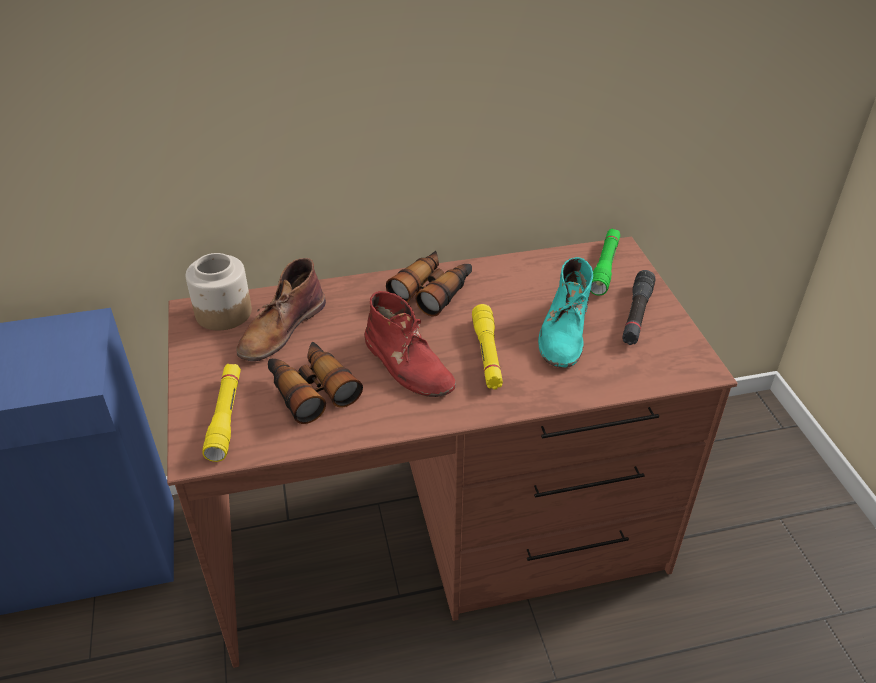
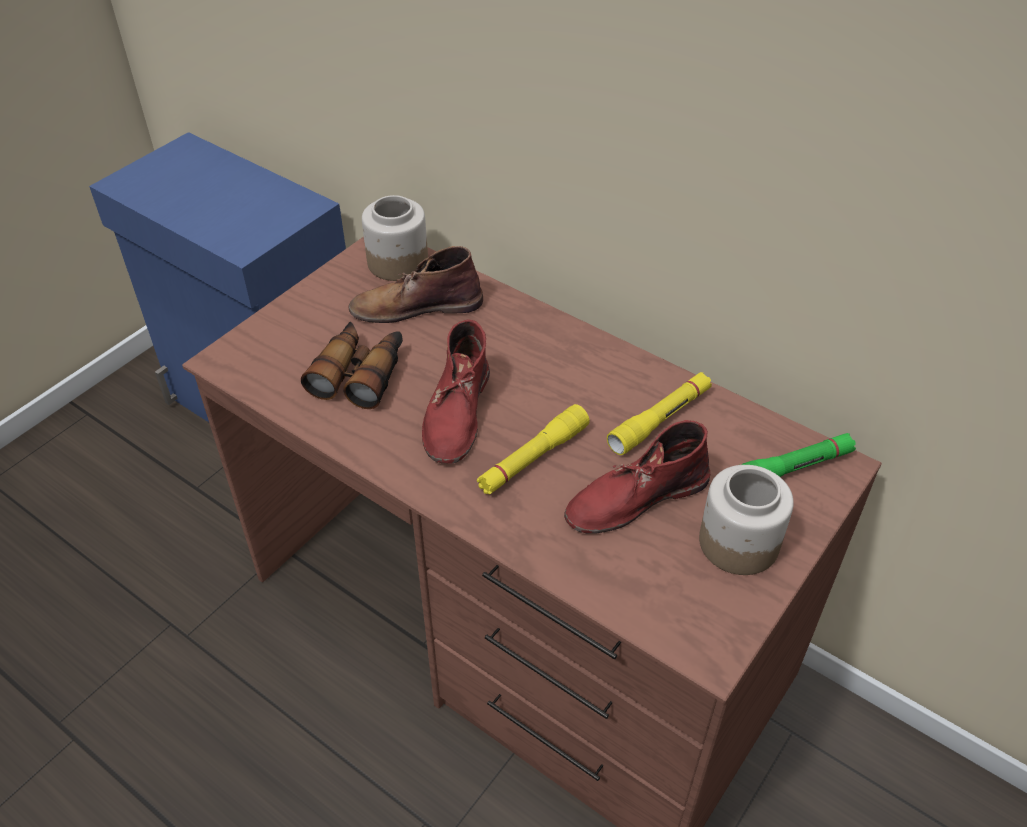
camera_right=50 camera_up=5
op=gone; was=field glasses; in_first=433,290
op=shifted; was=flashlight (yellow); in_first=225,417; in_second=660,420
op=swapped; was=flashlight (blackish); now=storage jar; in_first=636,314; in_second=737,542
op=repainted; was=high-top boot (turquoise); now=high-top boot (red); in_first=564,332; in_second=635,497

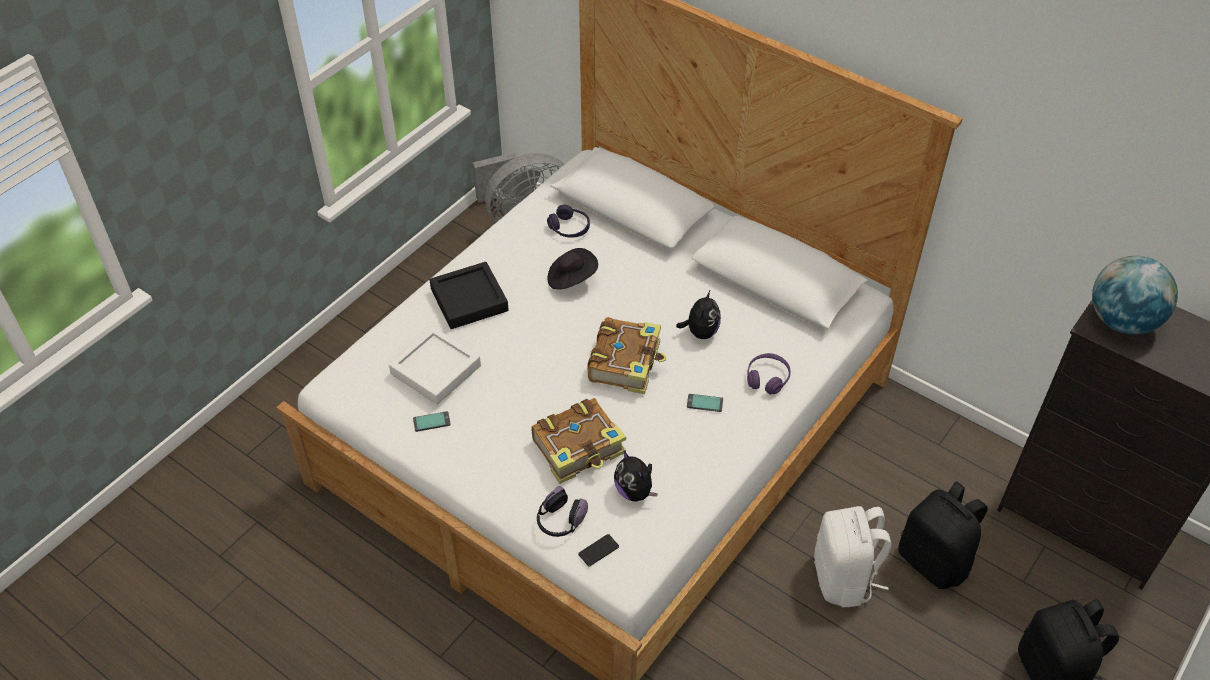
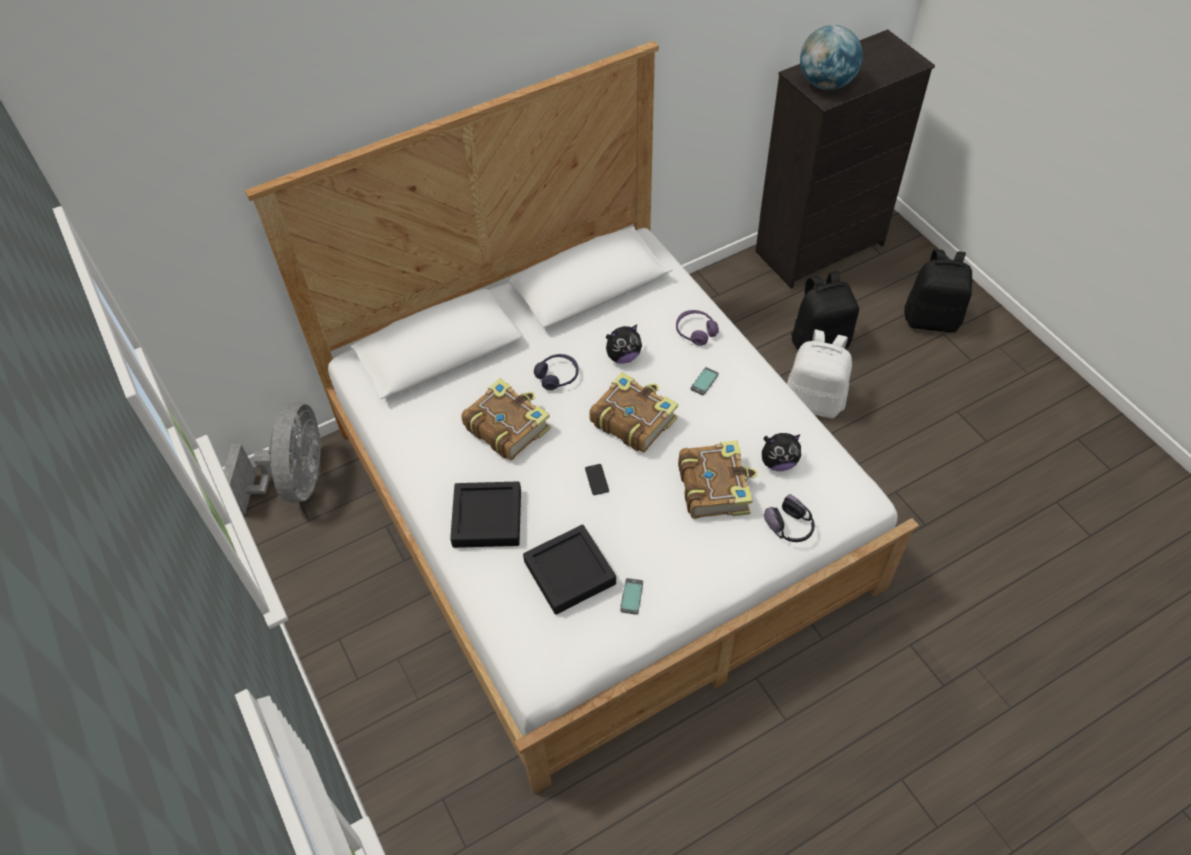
camera_right=-65 camera_up=5
op=shifted; was=headphones (purple); in_first=569,228; in_second=557,376
op=shifted; was=handset; in_first=598,550; in_second=596,479
op=swapped; was=hat (blackish); now=book; in_first=571,278; in_second=507,426
op=repainted; was=tray (whitish); now=tray (blackish); in_first=436,370; in_second=569,572
op=rotated; was=plush toy; in_first=700,332; in_second=623,356; clockwise=120

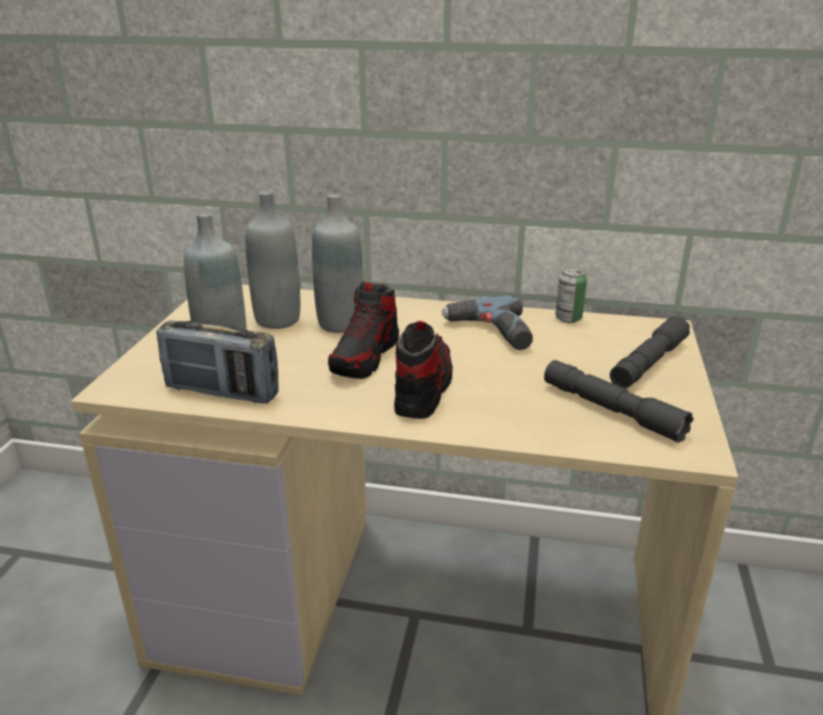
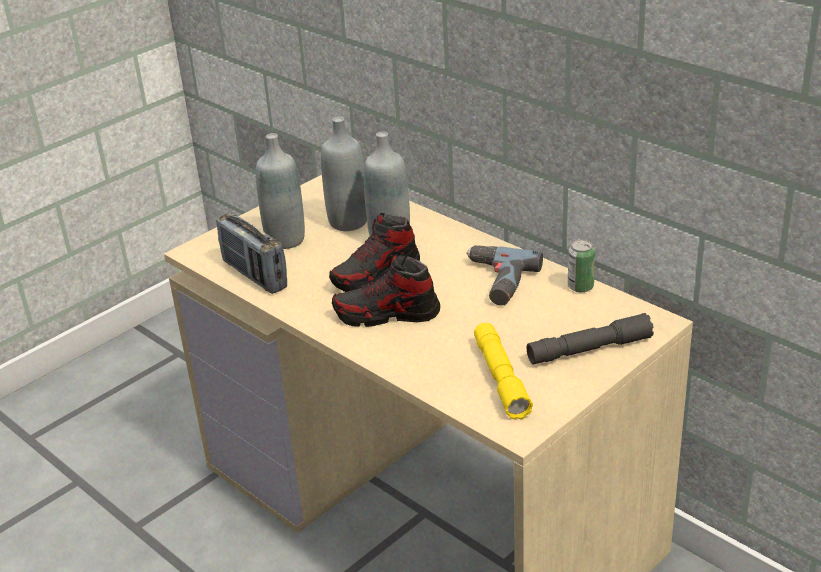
camera_right=35 camera_up=5
op=repainted; was=flashlight (grey); now=flashlight (yellow); in_first=611,410; in_second=501,378
op=rotated; was=low shoe; in_first=422,388; in_second=387,315; clockwise=-135

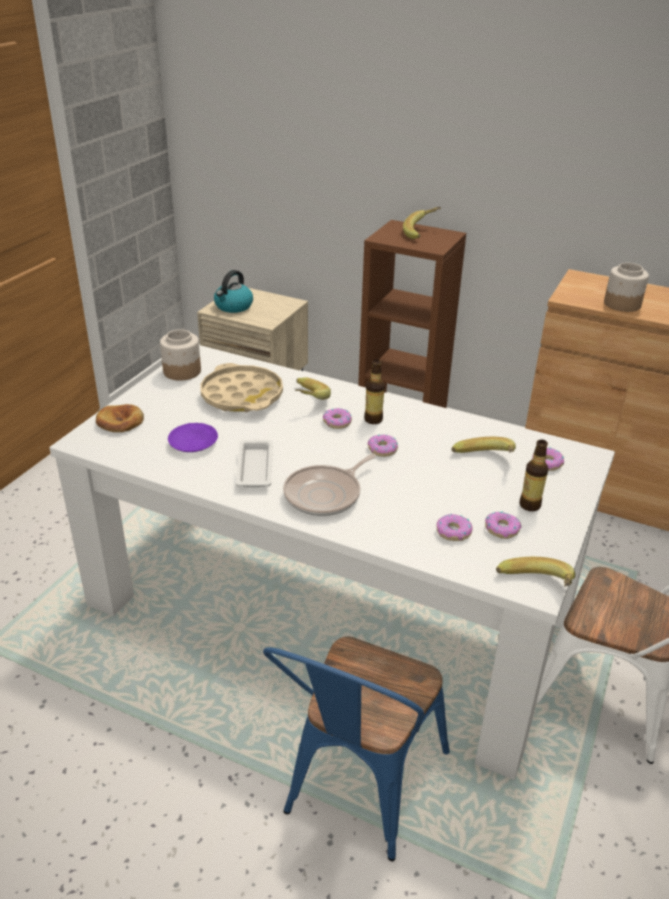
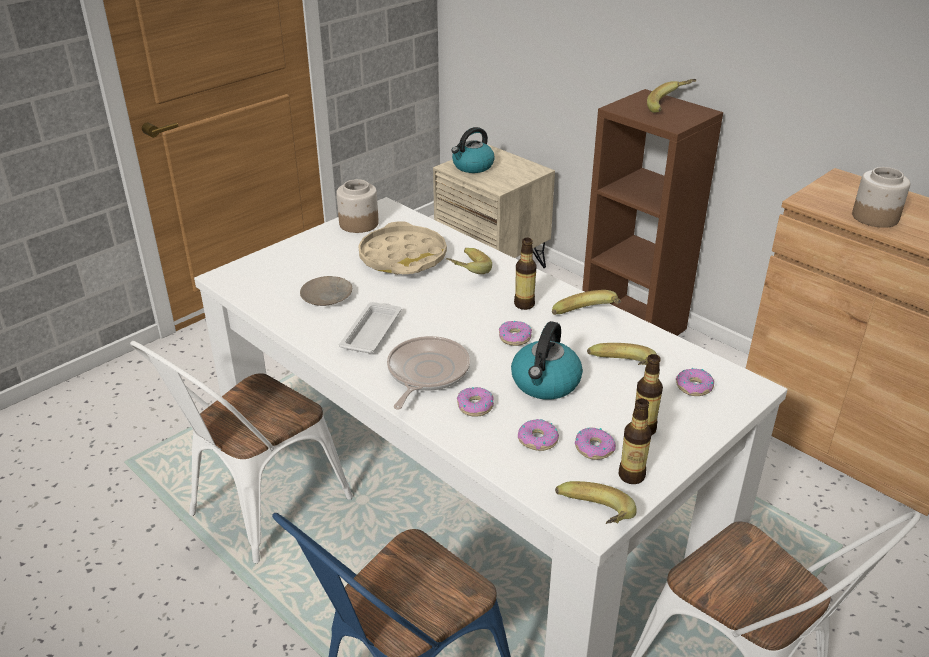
camera_right=20 camera_up=0
op=gone; was=baked bread; in_first=120,422
op=new; now=chair (whitish); in_second=258,512
op=new; now=water kettle; in_second=545,383
op=new; now=whole banana; in_second=588,318
op=new; now=beverage bottle; in_second=631,475
op=shifted; was=ring doughnut; in_first=337,422; in_second=475,406
op=repainted; was=plate (purple); now=plate (beige); in_first=194,443; in_second=327,297
op=rotated; was=skillet; in_first=325,494; in_second=426,373; clockwise=135

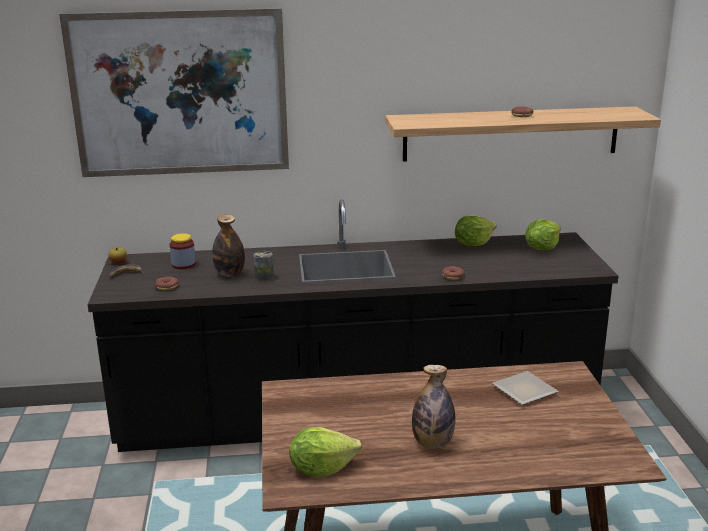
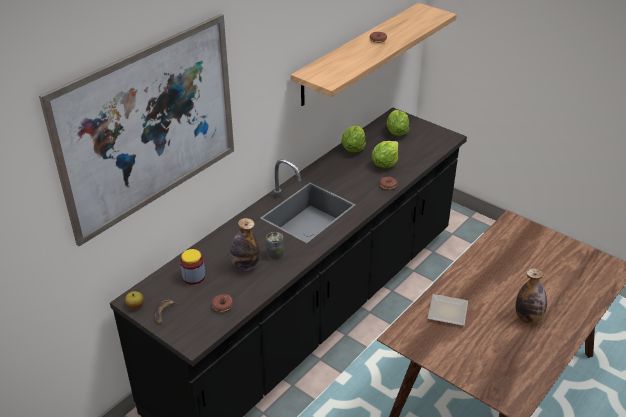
camera_right=-45 camera_up=15
op=shifted; was=lettuce head; in_first=321,468; in_second=385,163
op=shifted; was=plate; in_first=524,390; in_second=446,310

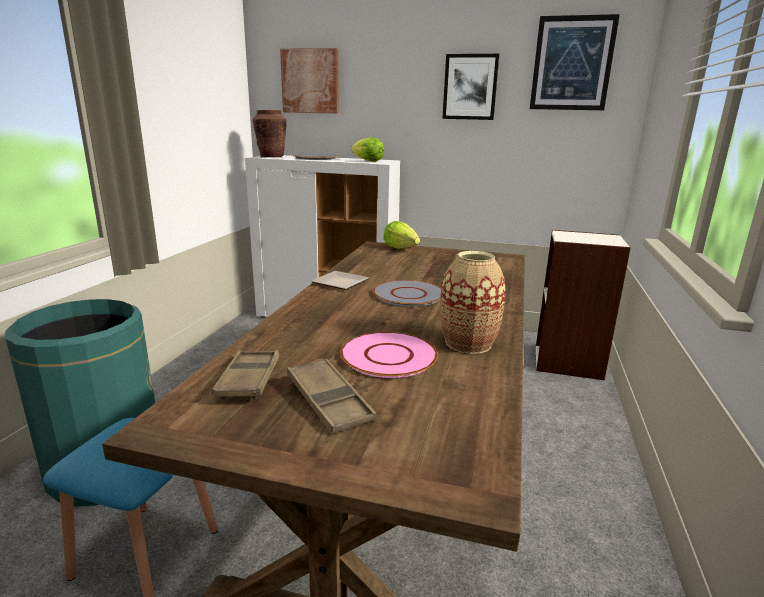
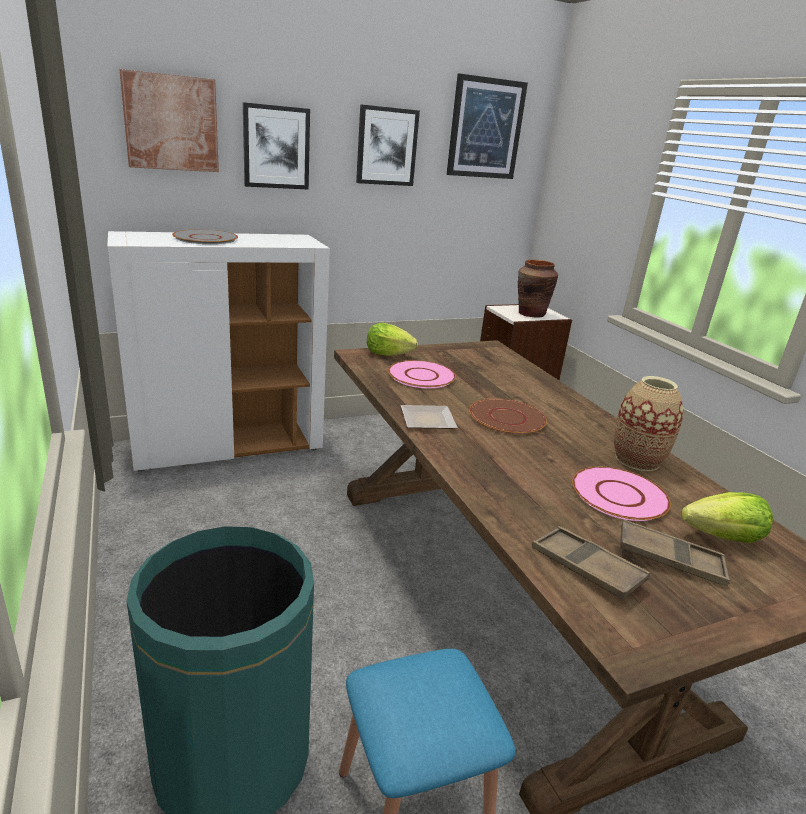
camera_right=-40 camera_up=5
op=new; now=wall picture; in_second=276,147
op=new; now=plate (pink-coloured); in_second=421,375
op=shifted; was=vase (brownish); in_first=271,157; in_second=531,314
op=shifted; was=lettuce head; in_first=368,161; in_second=723,538
op=repainted; was=plate (grey); now=plate (brownish); in_first=409,294; in_second=507,418

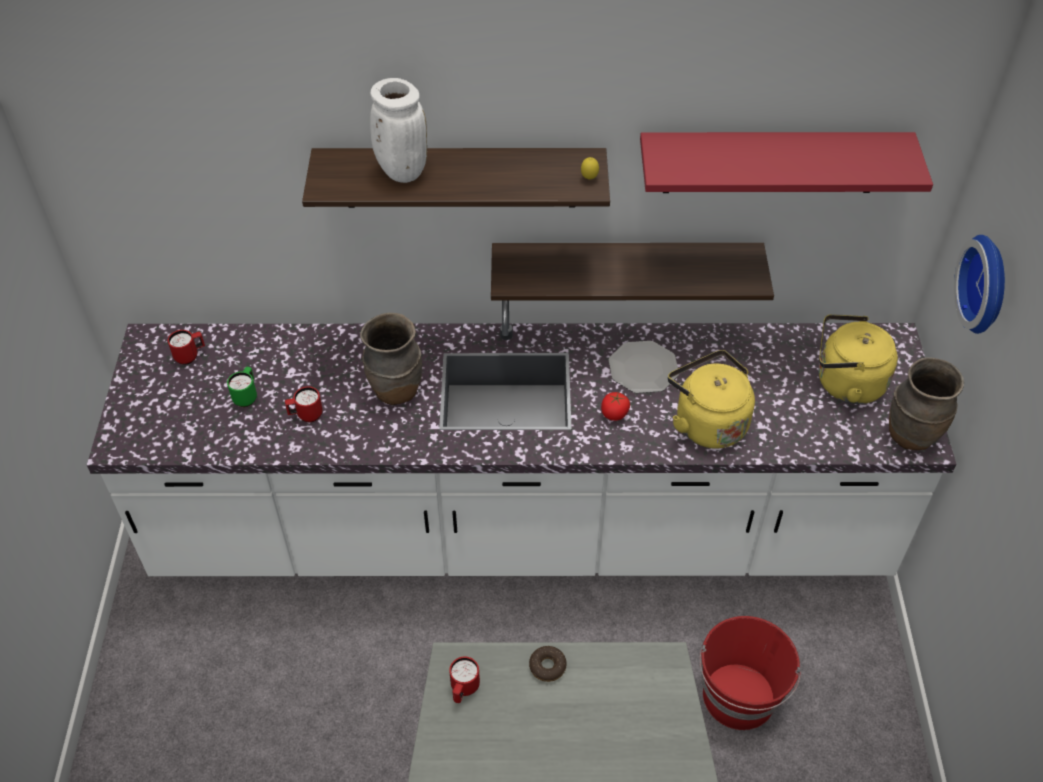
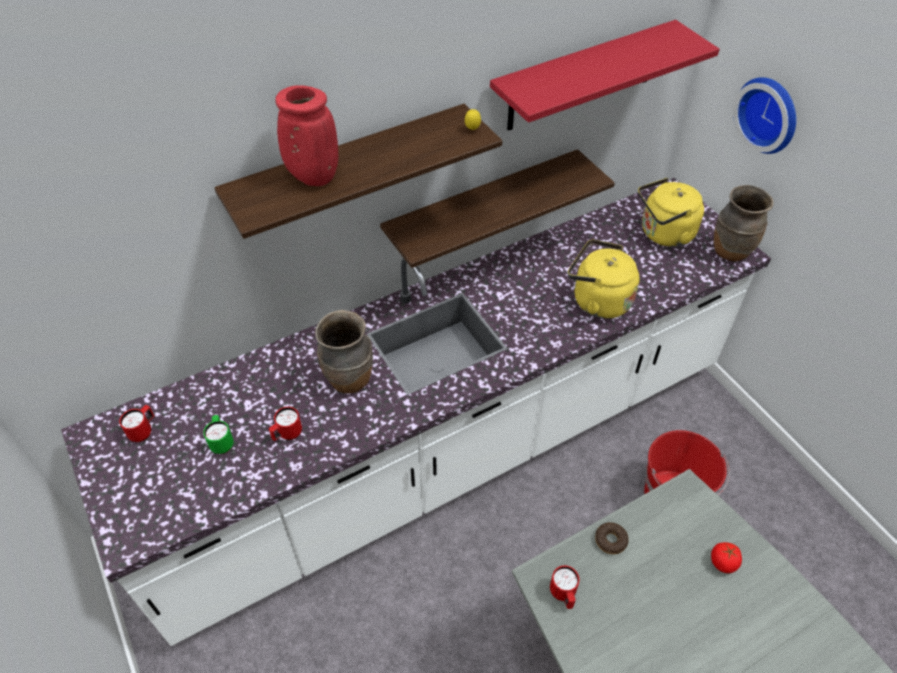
camera_right=-30 camera_up=0
op=gone; was=plate; in_first=643,368
op=shifted; was=fresh tomato; in_first=614,414; in_second=723,562
op=repainted; was=vase (whitish); now=vase (red); in_first=400,171; in_second=312,177

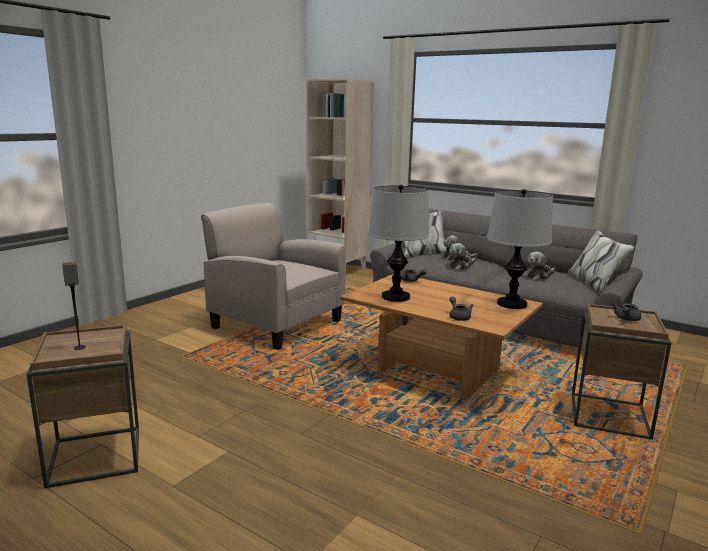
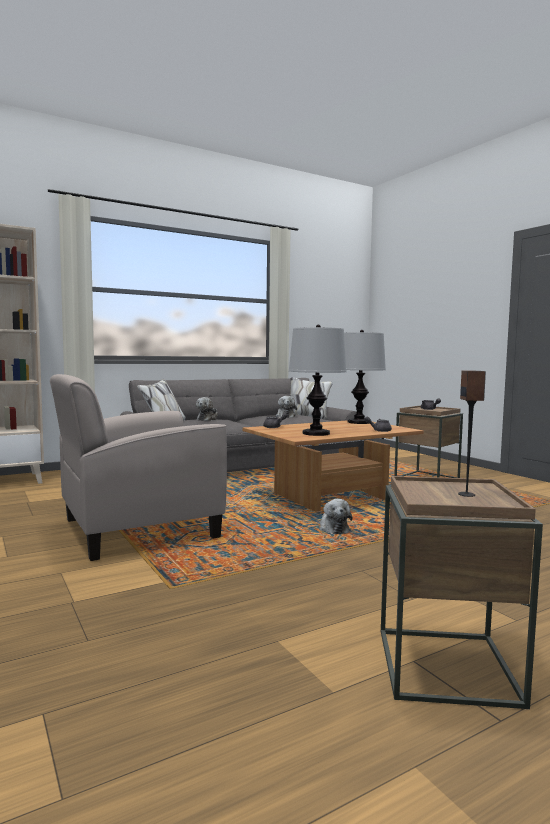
camera_right=-65 camera_up=-10
op=shifted; was=plush toy; in_first=461,266; in_second=333,529

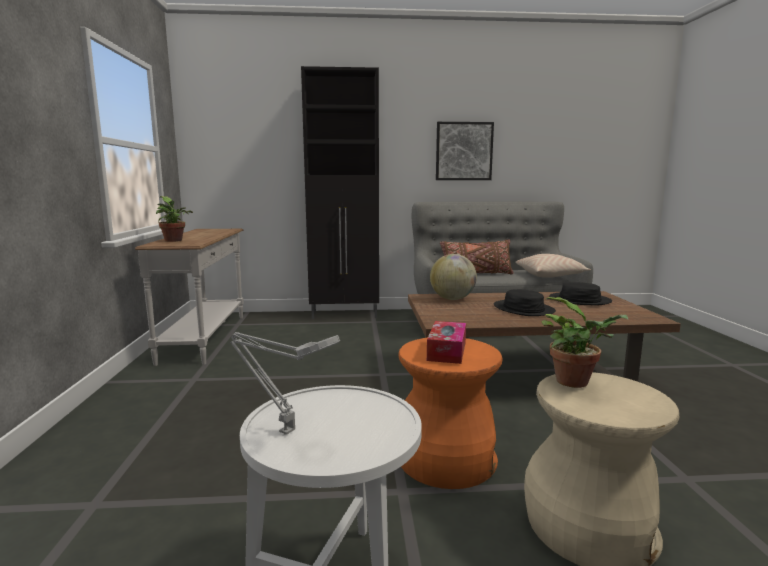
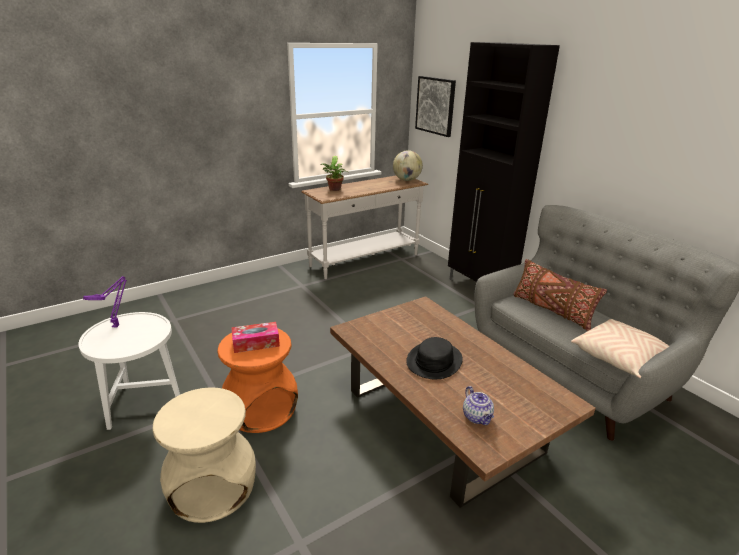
camera_right=60 camera_up=15
op=gone; was=houseplant; in_first=576,382
op=gone; was=hat (blackish); in_first=579,300
op=new; now=teapot; in_second=477,417
op=shifted; was=desk globe; in_first=452,299; in_second=407,180
op=shifted; was=wall picture; in_first=464,151; in_second=435,105
op=repainted; was=lamp for a table (grey); now=lamp for a table (purple); in_first=284,431; in_second=116,325

